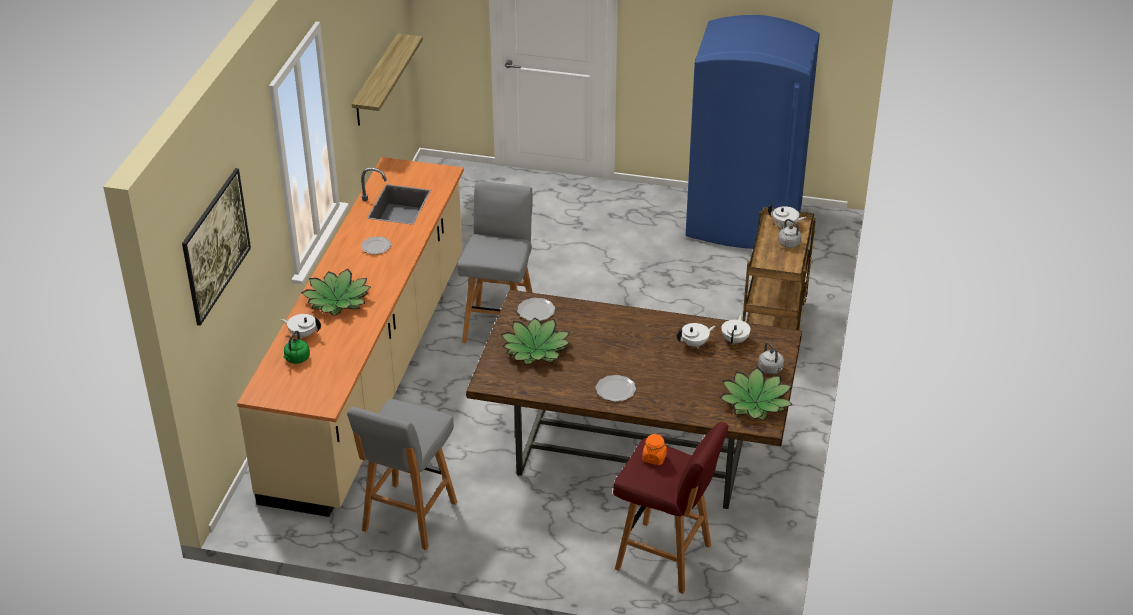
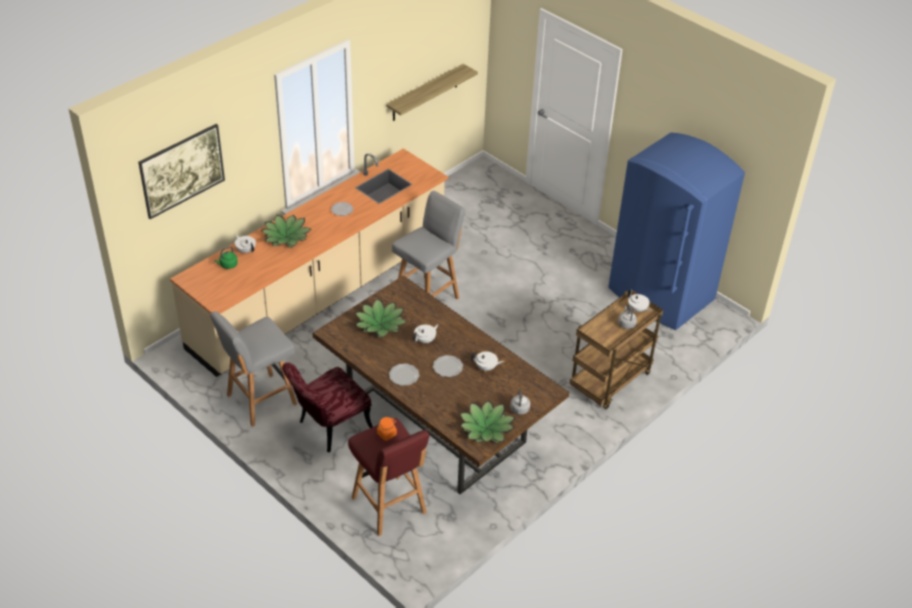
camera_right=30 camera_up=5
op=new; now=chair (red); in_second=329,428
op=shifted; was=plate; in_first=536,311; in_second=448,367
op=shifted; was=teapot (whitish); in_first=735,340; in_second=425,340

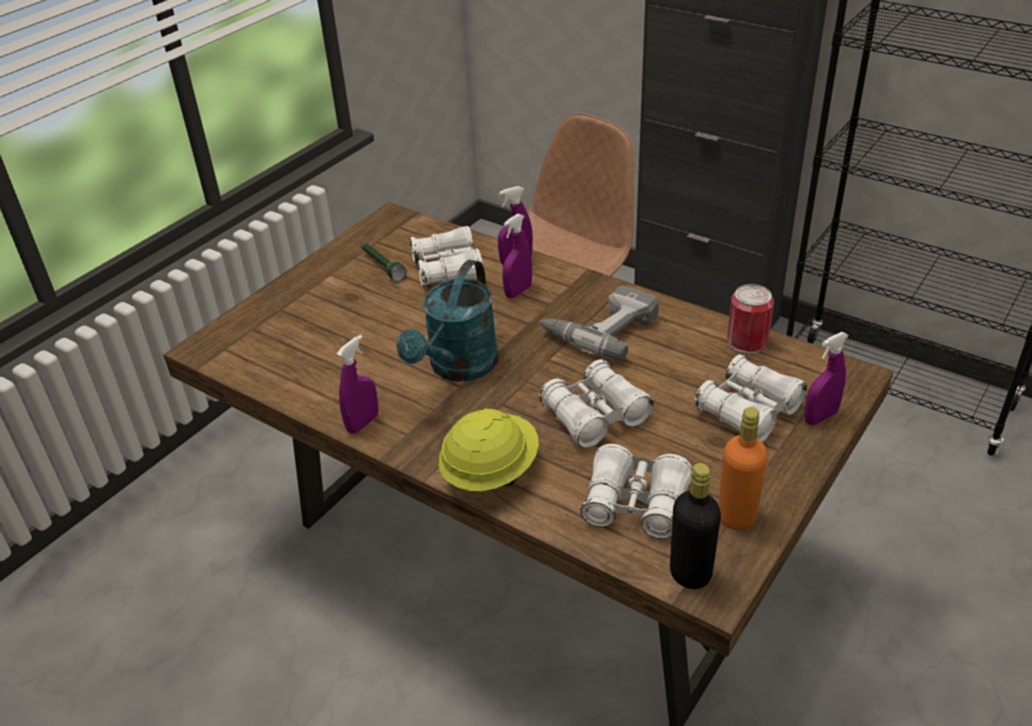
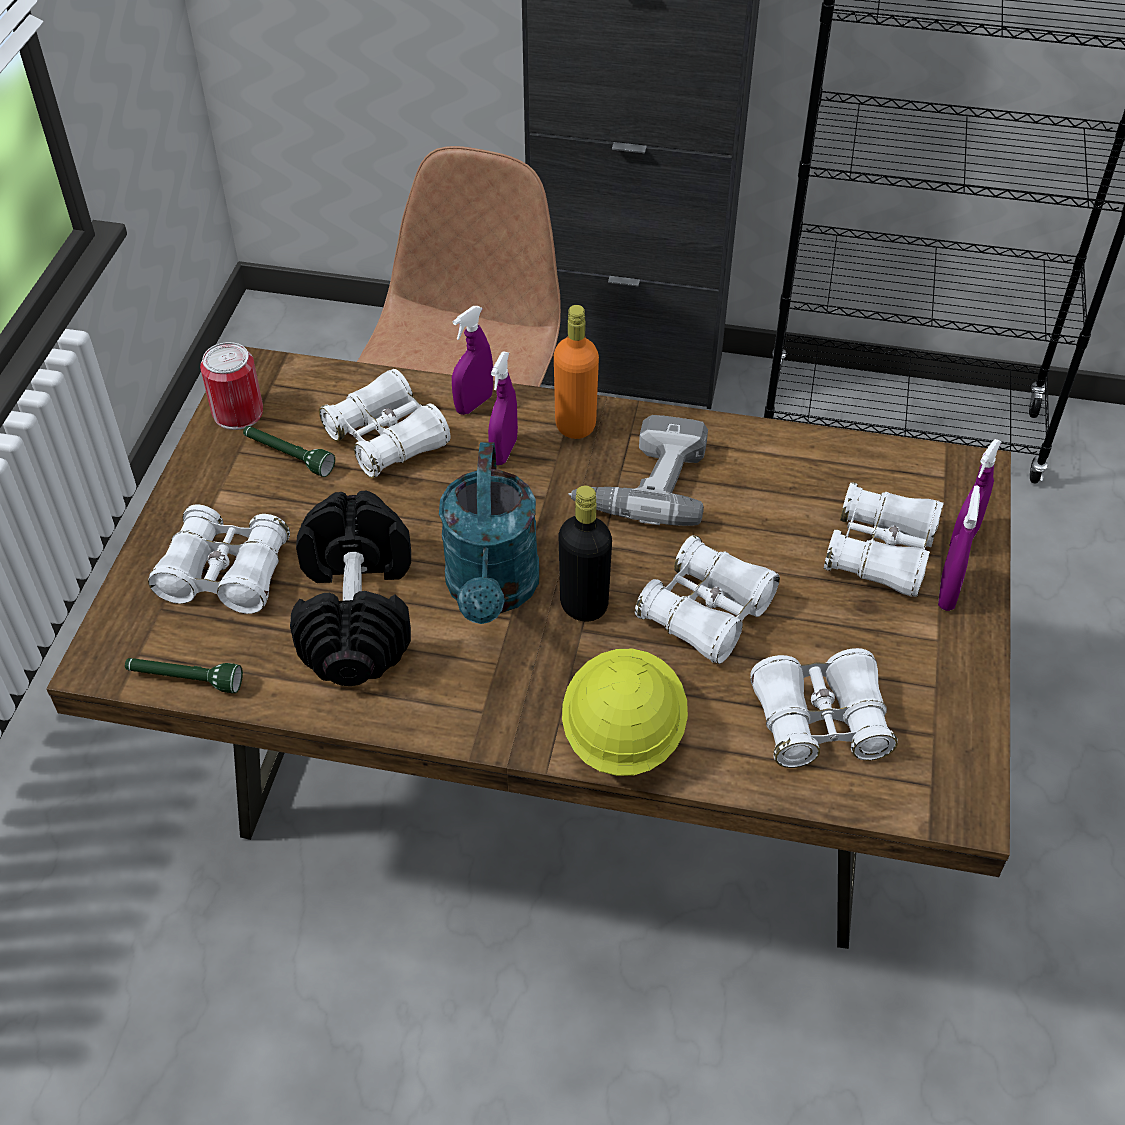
camera_right=-25 camera_up=10
op=new; now=flashlight (green-coloured); in_second=185,680
op=new; now=field glasses (whitish); in_second=225,574
op=new; now=dumbbell (blackish); in_second=357,613
op=shifted; was=spray bottle (purple); in_first=363,423; in_second=947,593
op=shifted; was=beverage bottle (blackish); in_first=690,574; in_second=584,605
op=shifted; was=beverage bottle (orange-coloured); in_first=736,516; in_second=575,425
op=shifted; was=sealed can; in_first=747,341; in_second=238,412

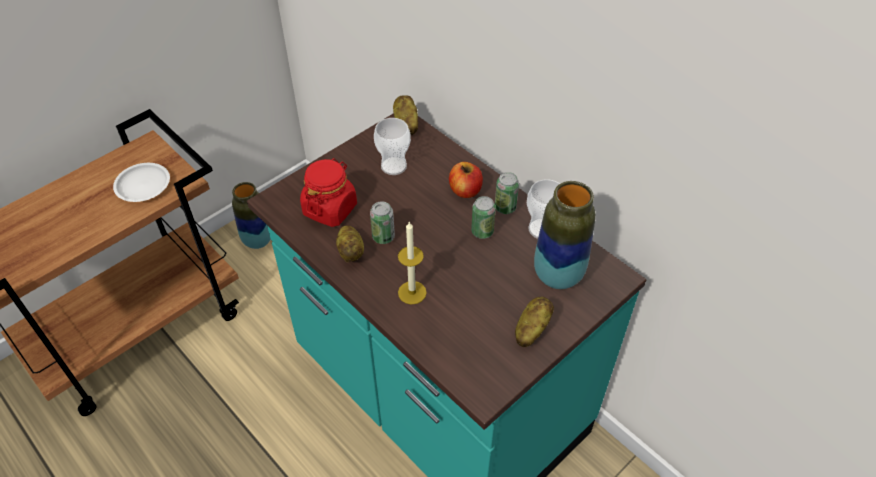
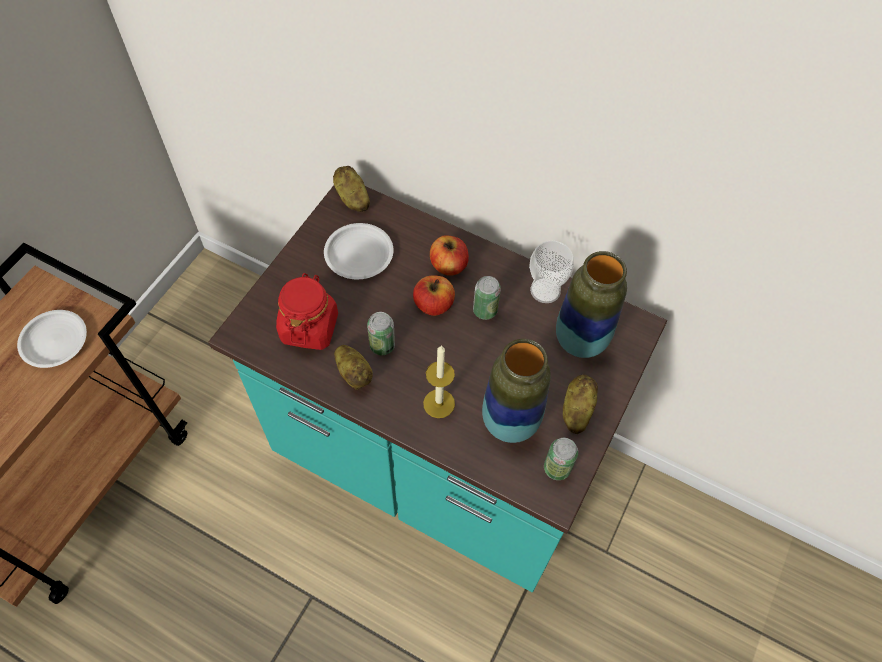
camera_right=-20 camera_up=10
op=new; now=apple; in_second=433,305
op=shifted; was=vase; in_first=258,241; in_second=510,422
op=shifted; was=sealed can; in_first=505,207; in_second=557,468
op=swapped; was=cup; now=plate (whitish); in_first=394,166; in_second=359,255

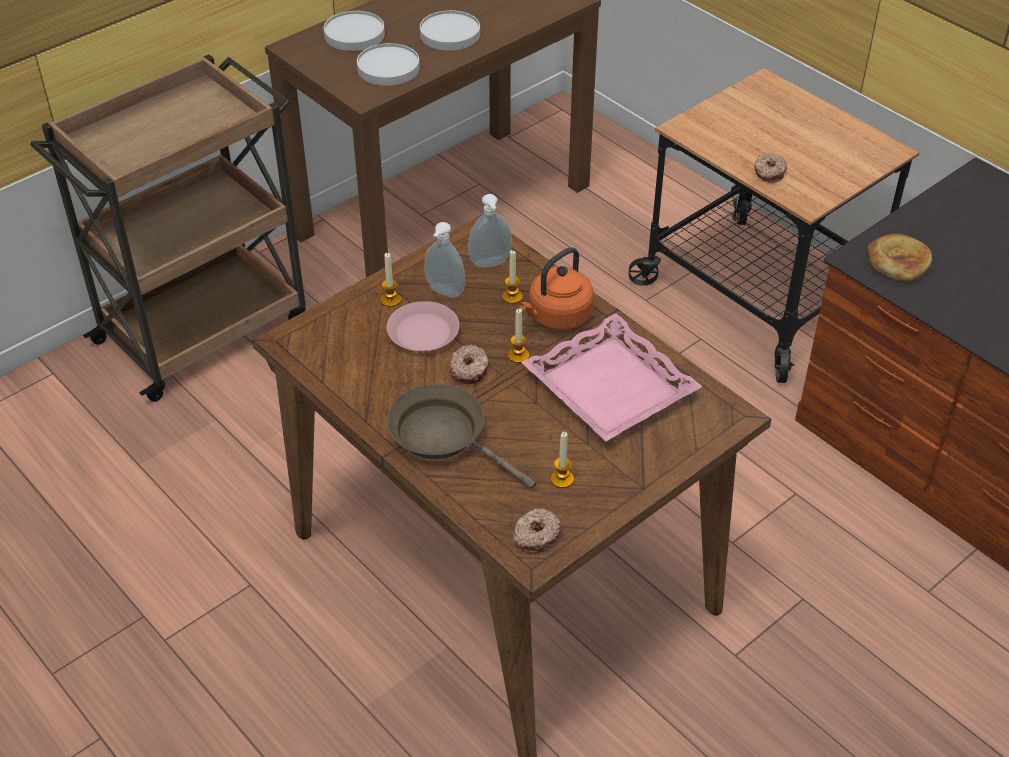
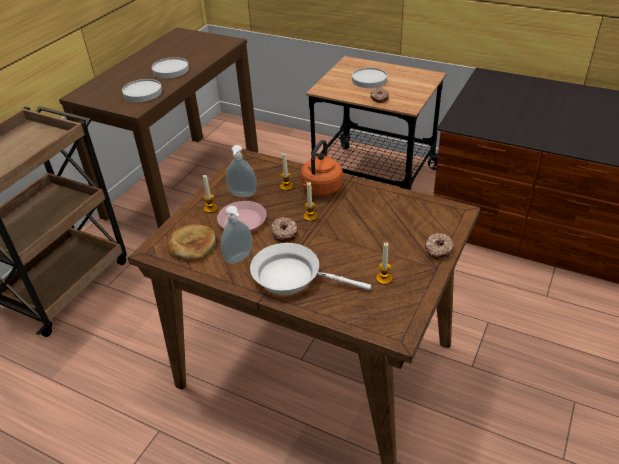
camera_right=-20 camera_up=-5
op=gone; was=tray (pink-coloured); in_first=608,387
op=shifted; was=plate (whitish); in_first=355,34; in_second=369,80
op=shifted; was=liquid soap bottle; in_first=490,264; in_second=240,259
op=shifted; was=ring doughnut; in_first=536,536; in_second=438,250
op=shifted; was=baked bread; in_first=898,261; in_second=192,245
op=repainted; was=skillet (brownish); now=skillet (whitish); in_first=444,436; in_second=292,277

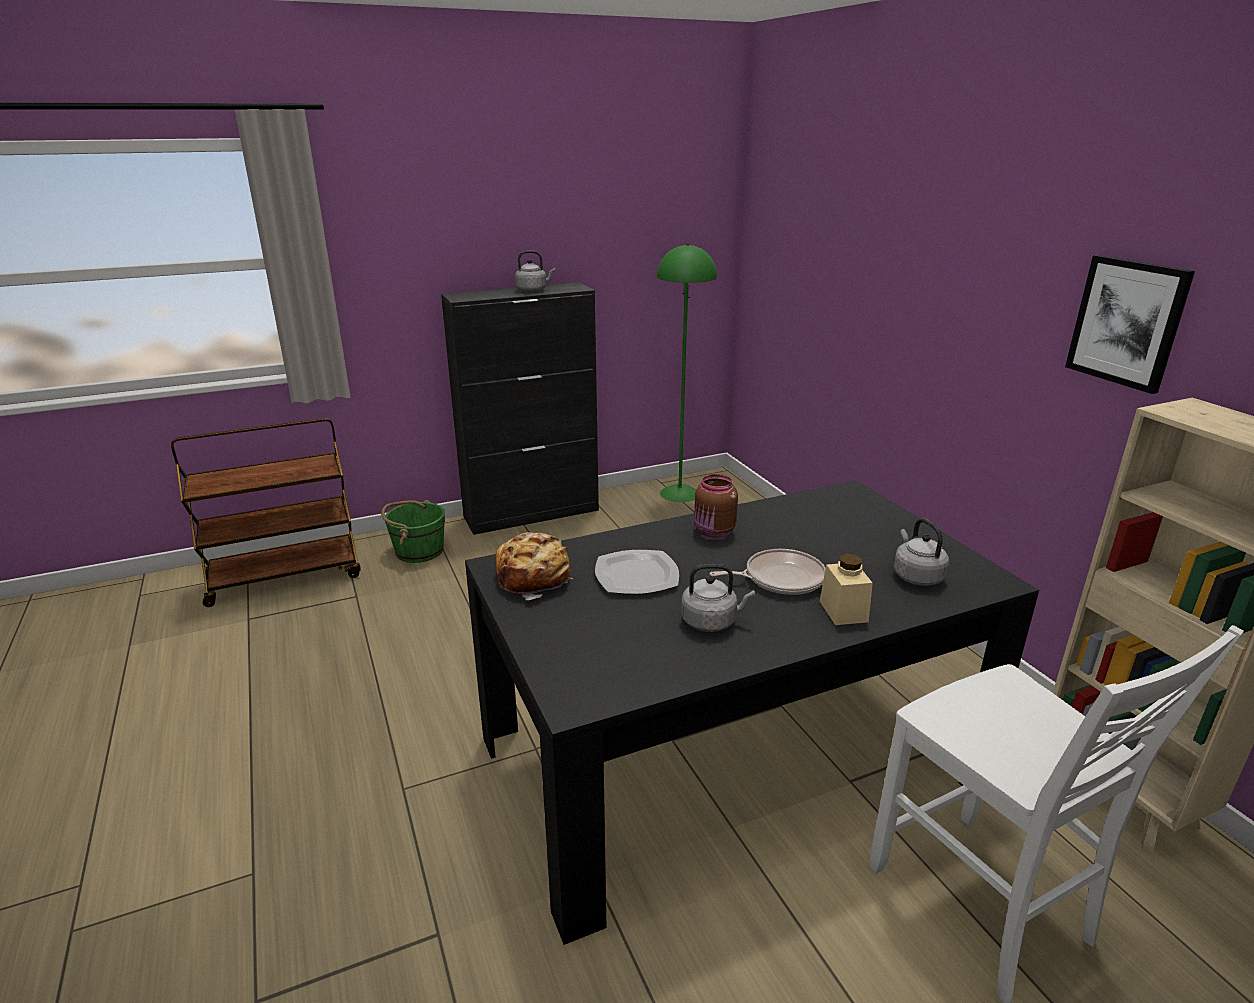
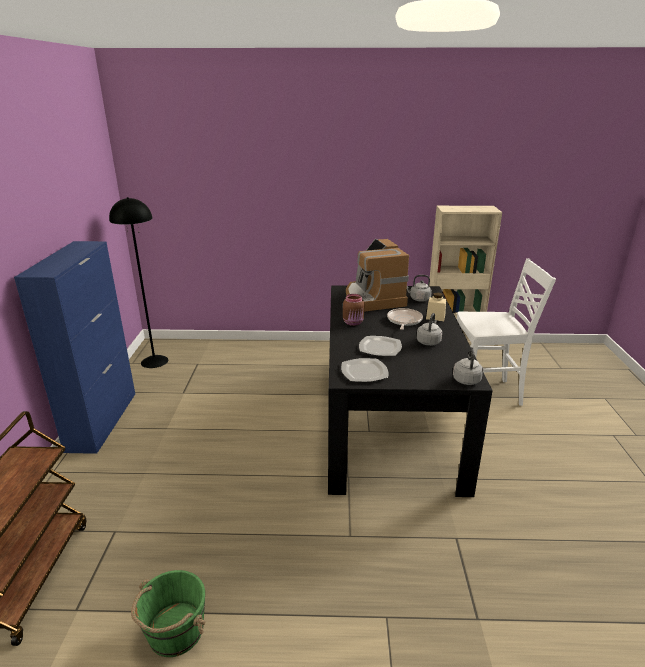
camera_right=-65 camera_up=0
op=gone; was=wall picture; in_first=1127,322
op=new; now=coffee maker; in_second=372,299
op=shifted; was=water bucket (green-coloured); in_first=418,551; in_second=175,632
op=shifted; was=water kettle (grey); in_first=533,290; in_second=466,379
op=swapped; was=baked bread; now=plate; in_first=534,577; in_second=363,372
op=repainted; was=cupboard (blackish); now=cupboard (blue); in_first=532,513; in_second=103,420
op=repainted; was=standard lamp (green-coloured); now=standard lamp (blackish); in_first=680,493; in_second=155,361

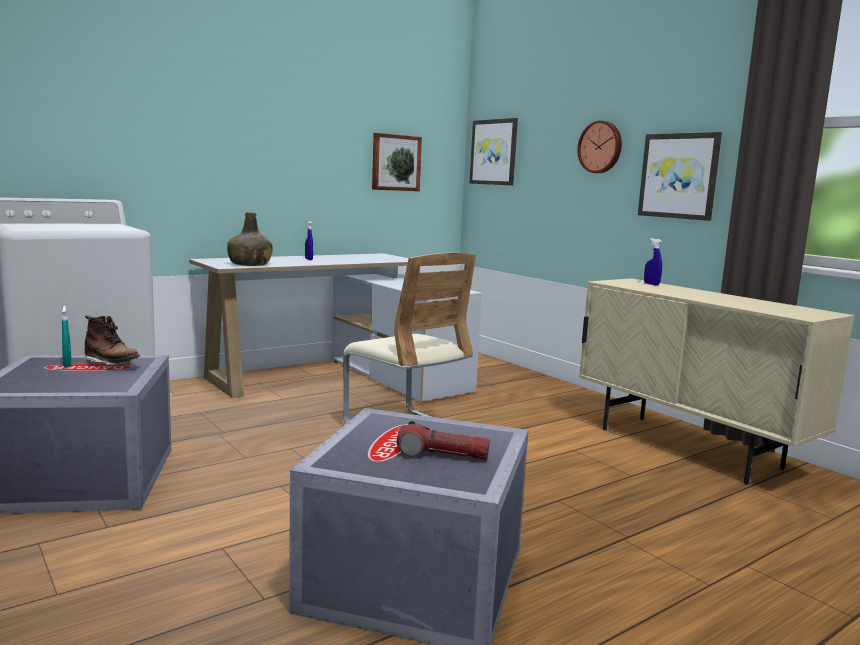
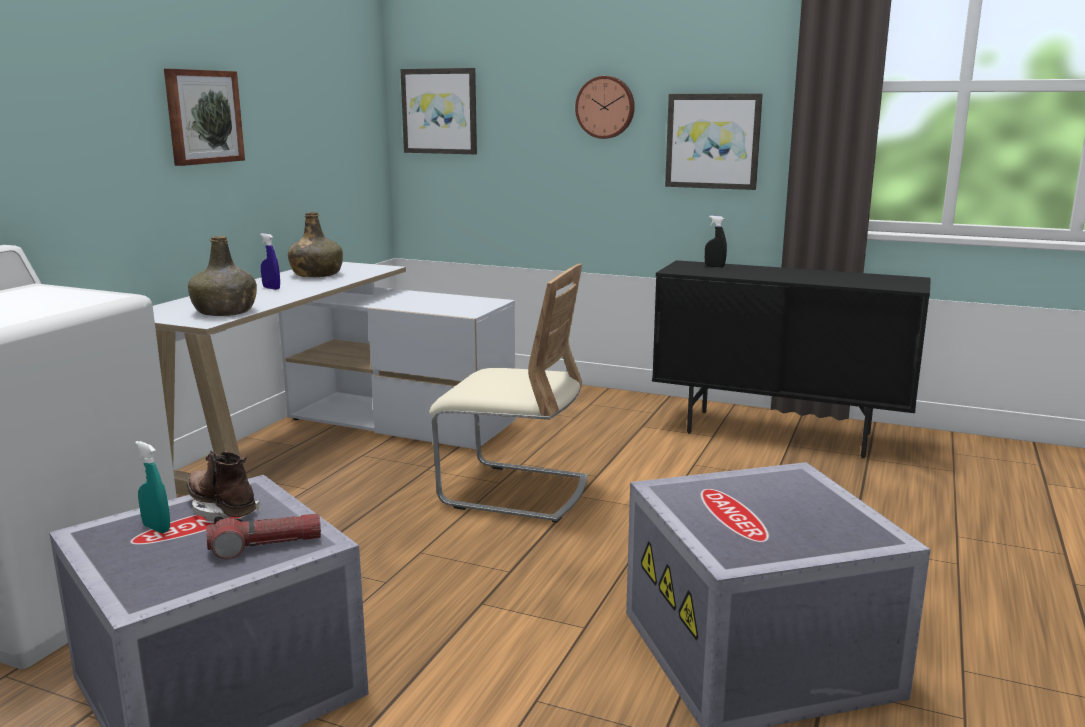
camera_right=-30 camera_up=5
op=new; now=beverage bottle (green-coloured); in_second=317,275
op=shifted; was=wall picture; in_first=395,162; in_second=203,117
op=shifted; was=flashlight; in_first=442,455; in_second=265,546
op=repainted; was=cupboard (beige); now=cupboard (blackish); in_first=688,448; in_second=779,433
op=repainted; was=spray bottle (blue); now=spray bottle (blackish); in_first=651,284; in_second=714,266
op=rotated; was=high-top boot (brownish); in_first=111,365; in_second=222,511; clockwise=-135

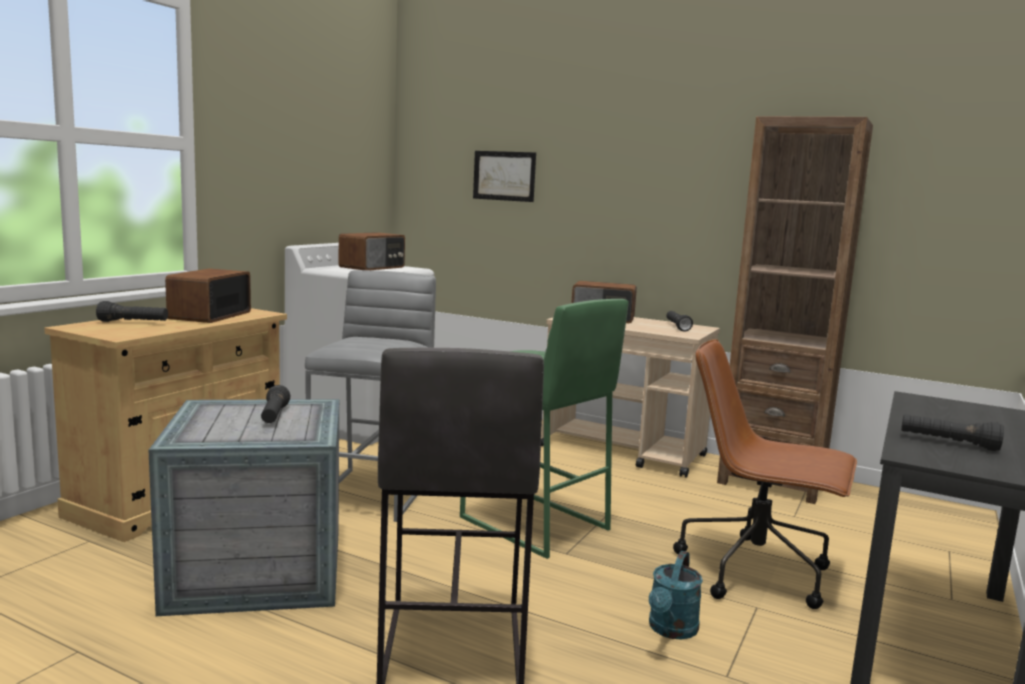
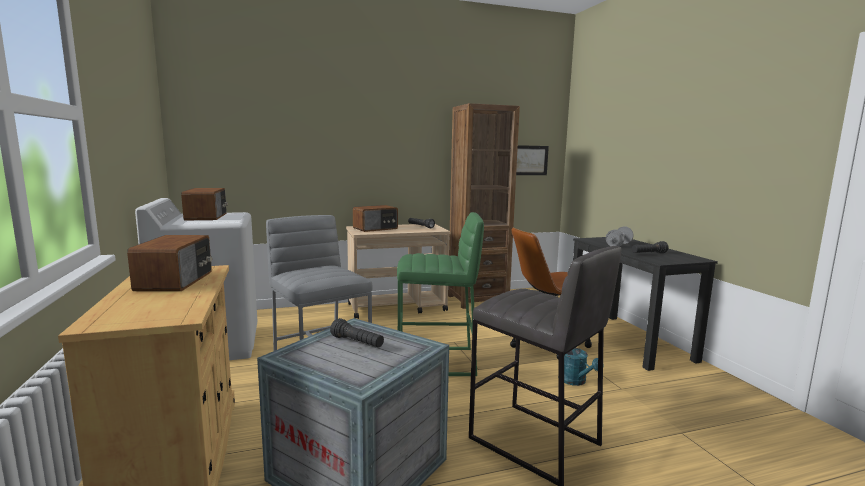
camera_right=-45 camera_up=0
op=gone; was=flashlight (blackish); in_first=133,322
op=new; now=dumbbell (grey); in_second=618,245
op=shifted; was=wall picture; in_first=504,176; in_second=528,160
op=rotated; was=radio set; in_first=209,315; in_second=176,281; clockwise=-150

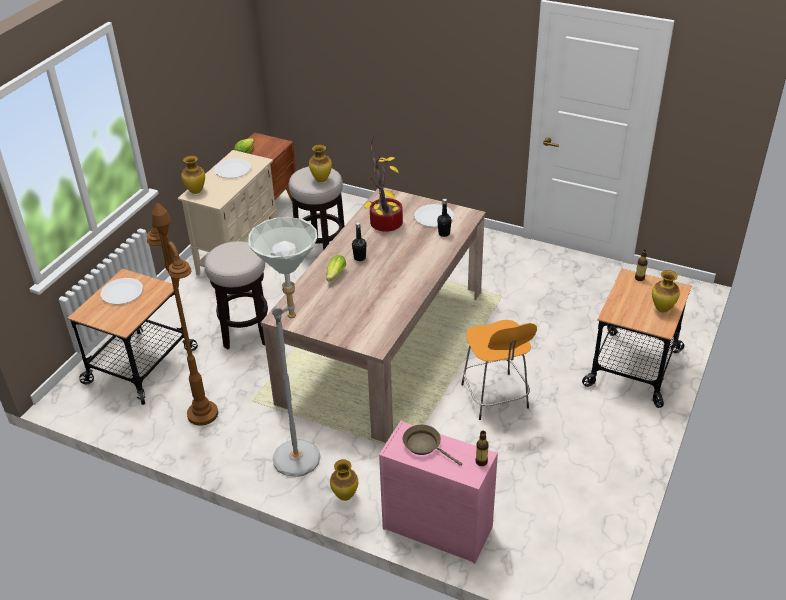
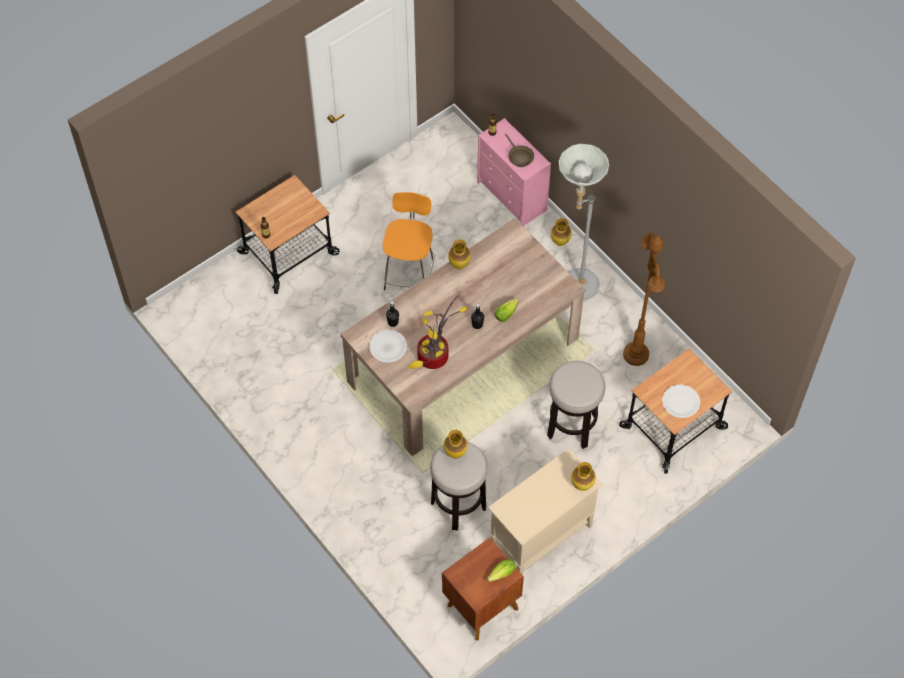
camera_right=-155 camera_up=20
op=gone; was=plate (whitish); in_first=233,170
op=shifted; was=vase; in_first=662,309; in_second=459,265

